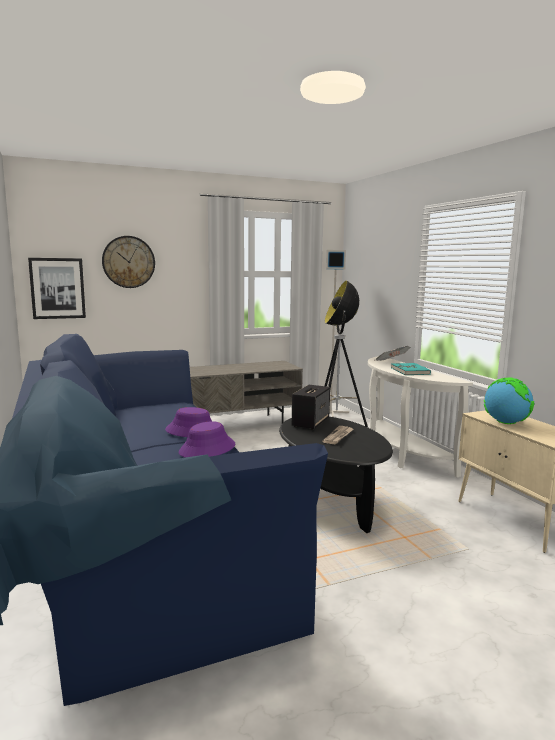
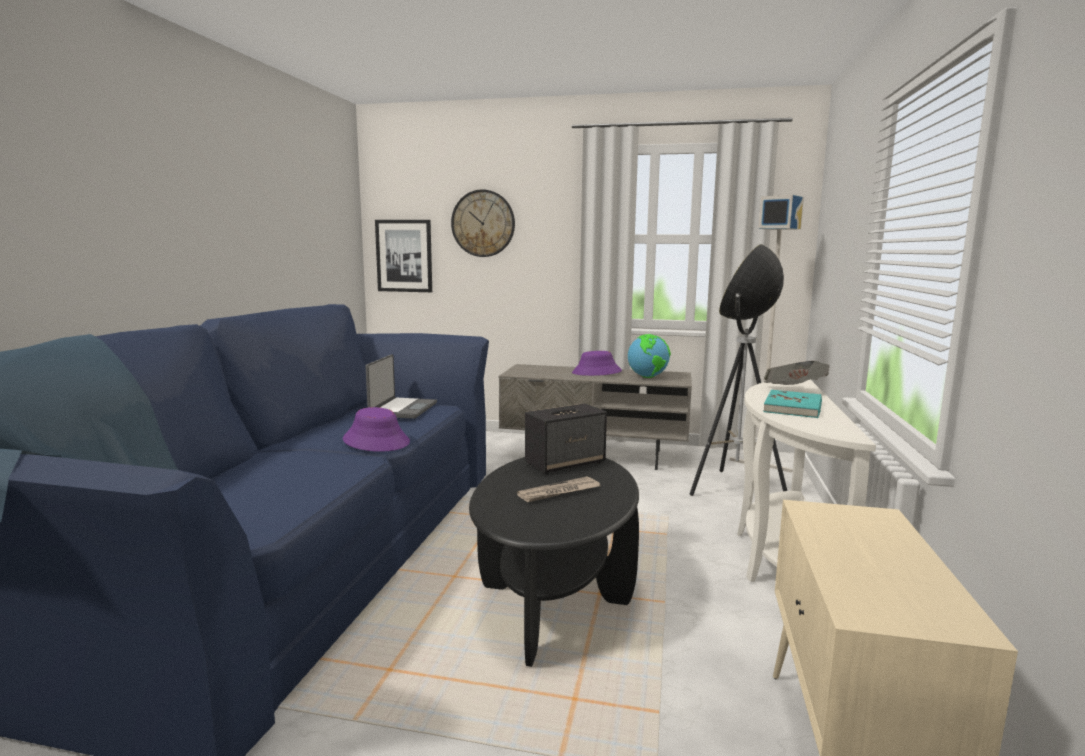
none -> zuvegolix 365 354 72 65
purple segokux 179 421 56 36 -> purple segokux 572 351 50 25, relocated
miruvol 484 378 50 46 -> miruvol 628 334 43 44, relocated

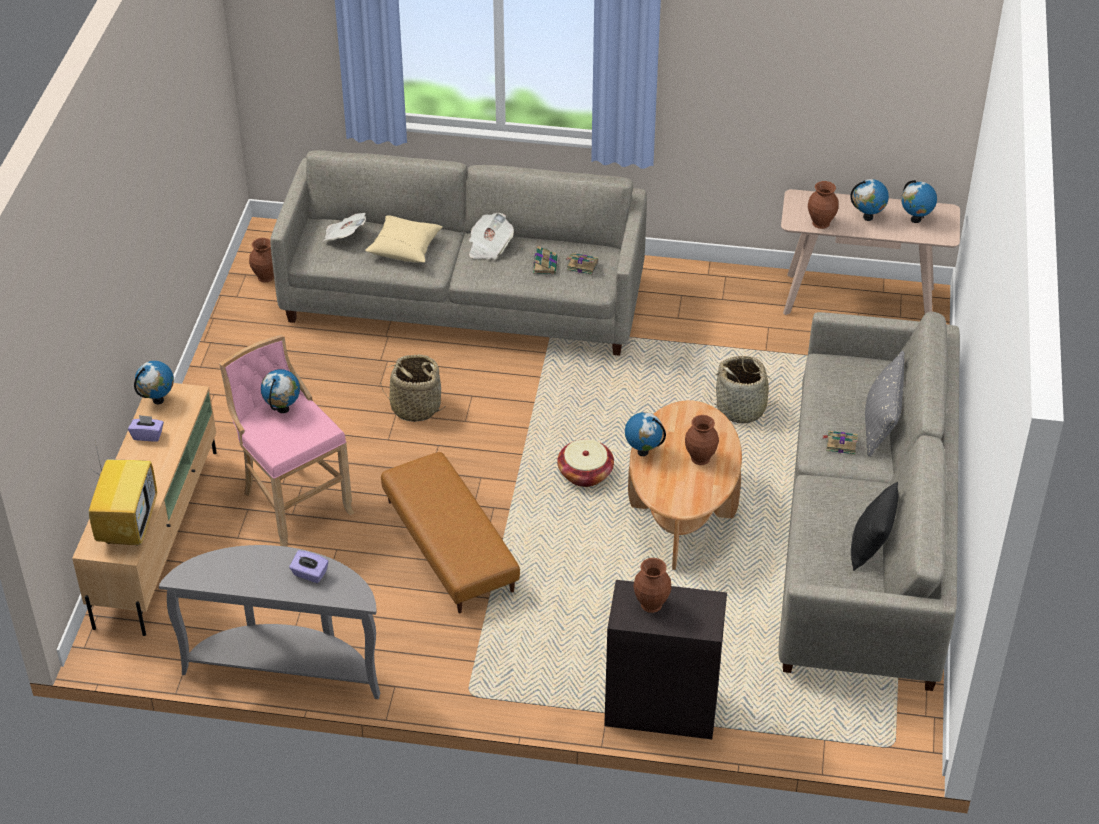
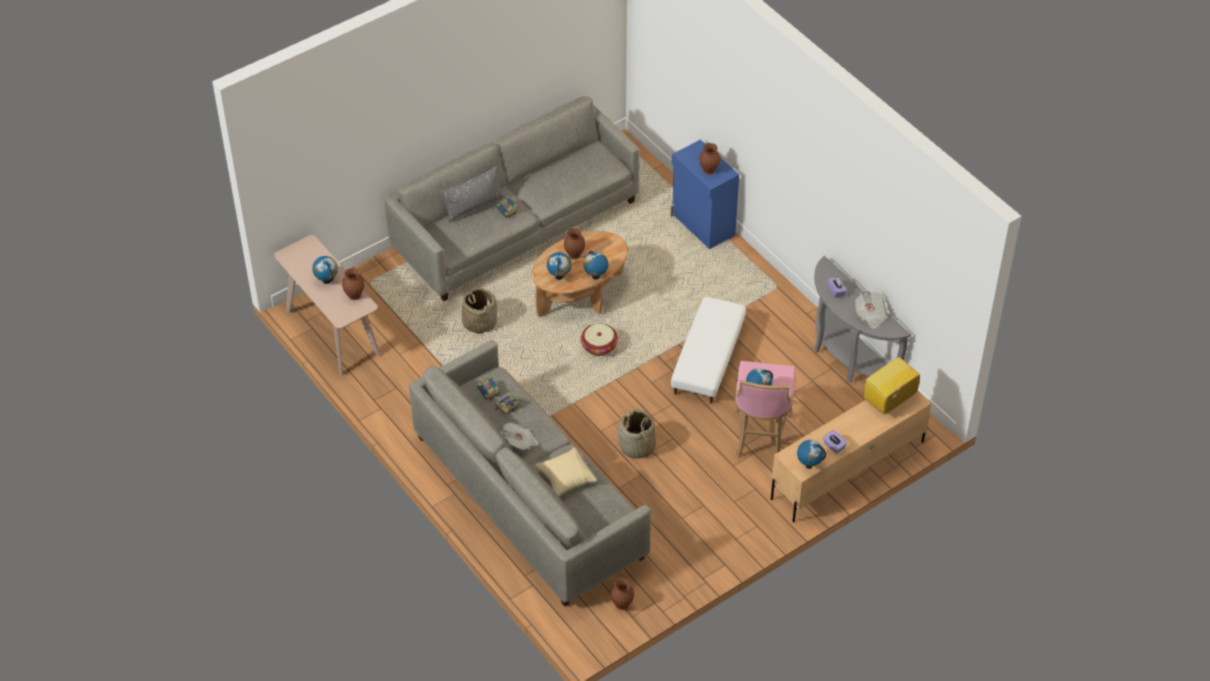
miruvol 901 180 36 43 -> miruvol 547 252 24 28, relocated
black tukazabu 604 580 123 159 -> blue tukazabu 671 139 68 110
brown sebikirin 381 452 139 161 -> white sebikirin 671 297 75 106
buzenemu 323 213 43 28 -> buzenemu 855 290 33 39, relocated
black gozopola 851 481 48 90 -> none

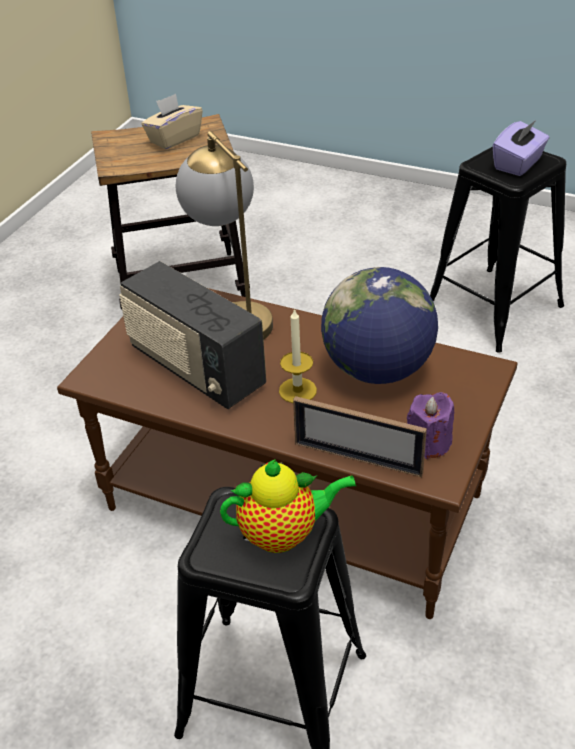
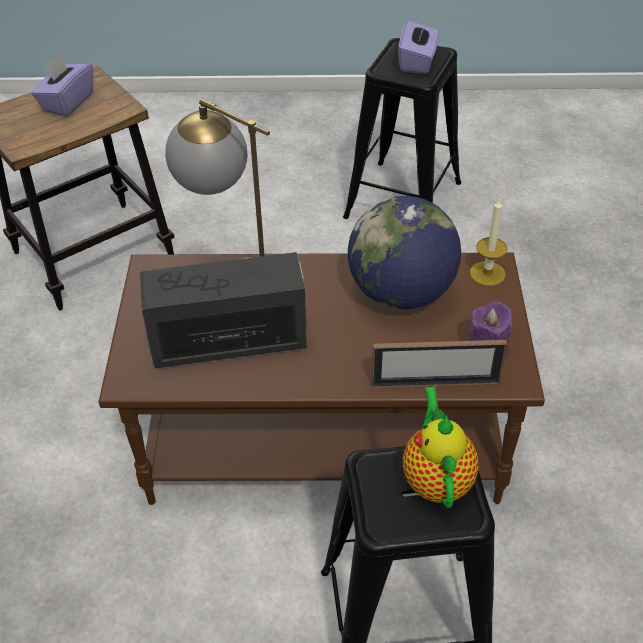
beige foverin 141 94 62 56 -> purple foverin 32 54 61 62
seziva 119 261 147 148 -> seziva 140 252 167 116, 150 degrees clockwise
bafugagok 220 459 136 94 -> bafugagok 403 386 76 122, 60 degrees counterclockwise
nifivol 279 308 38 95 -> nifivol 470 198 37 88, relocated

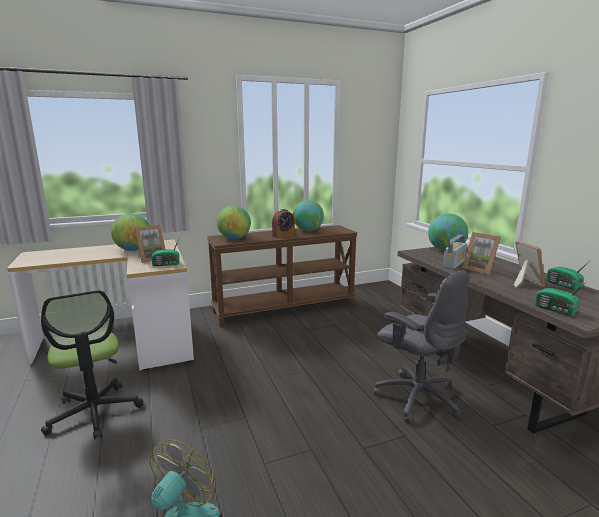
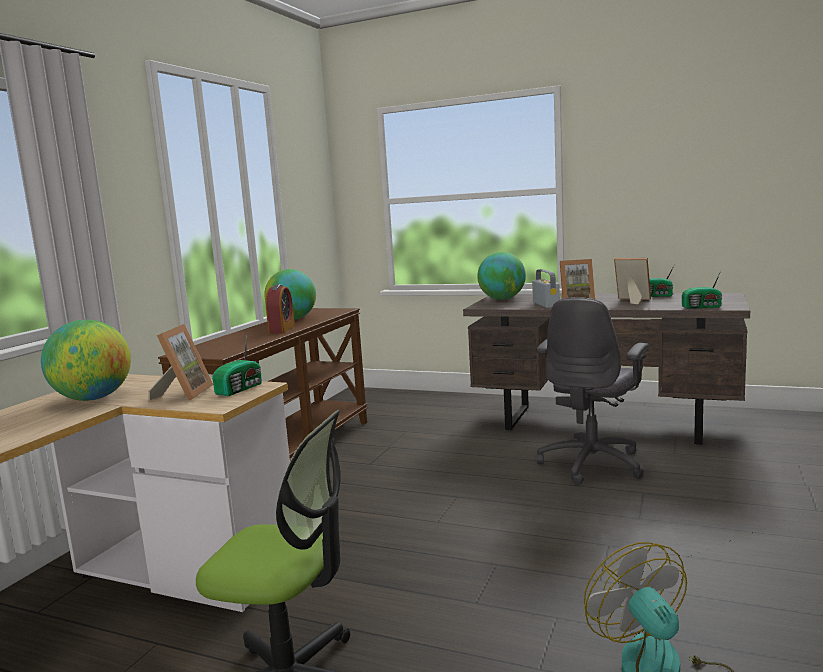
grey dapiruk 374 270 95 154 -> grey dapiruk 536 297 114 188, 120 degrees clockwise
miruvol 217 205 34 34 -> none

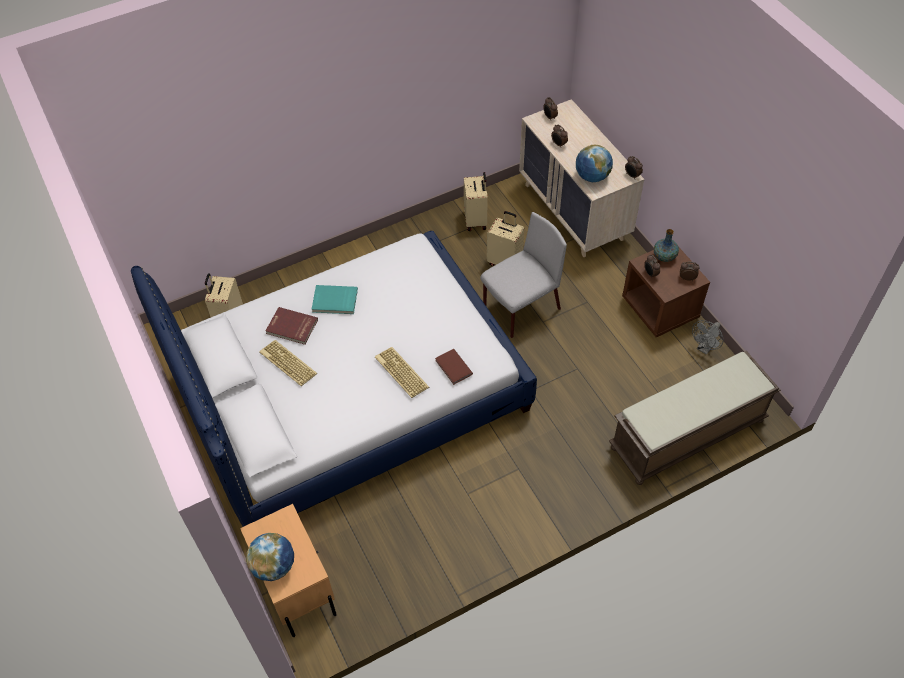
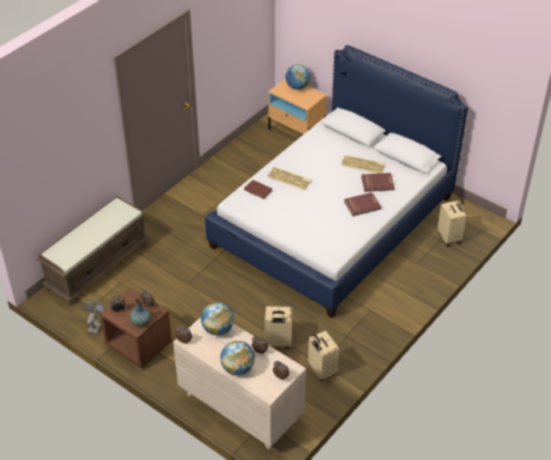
none -> miruvol 220 341 35 34
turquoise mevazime 311 285 47 29 -> red mevazime 344 192 37 24
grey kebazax 480 212 87 126 -> none

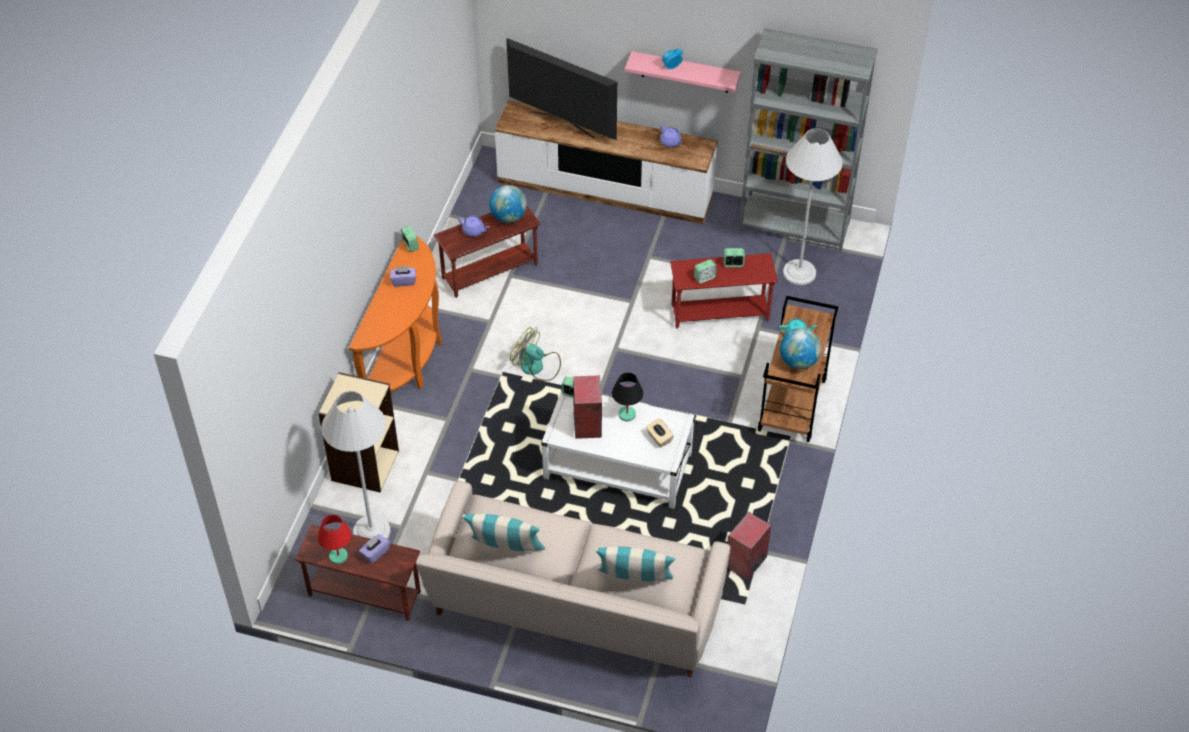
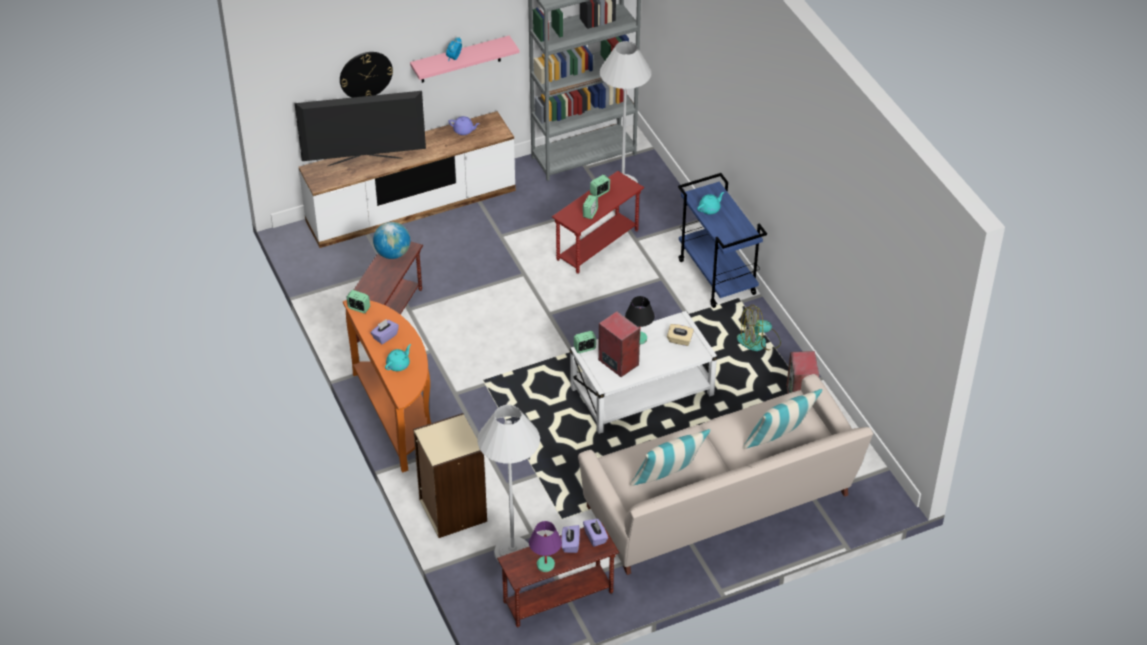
none -> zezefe 340 52 53 46
none -> turquoise bafugagok 385 344 26 27
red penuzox 318 515 33 49 -> purple penuzox 529 521 33 51
none -> purple foverin 583 519 25 28
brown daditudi 758 296 80 146 -> blue daditudi 678 173 89 135
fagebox 510 327 51 54 -> fagebox 737 305 44 46, relocated
purple bafugagok 458 216 31 21 -> none
miruvol 780 328 41 41 -> none

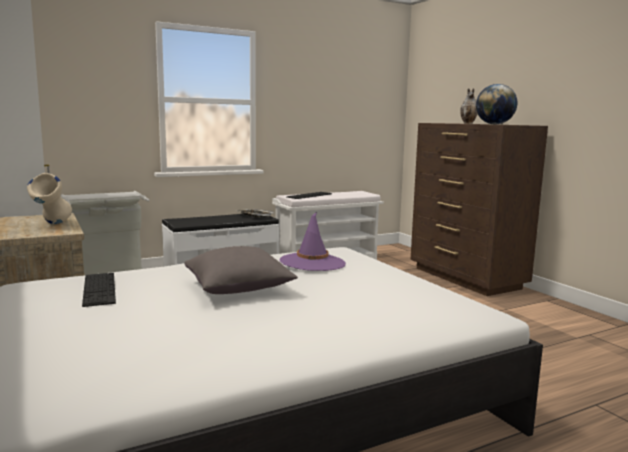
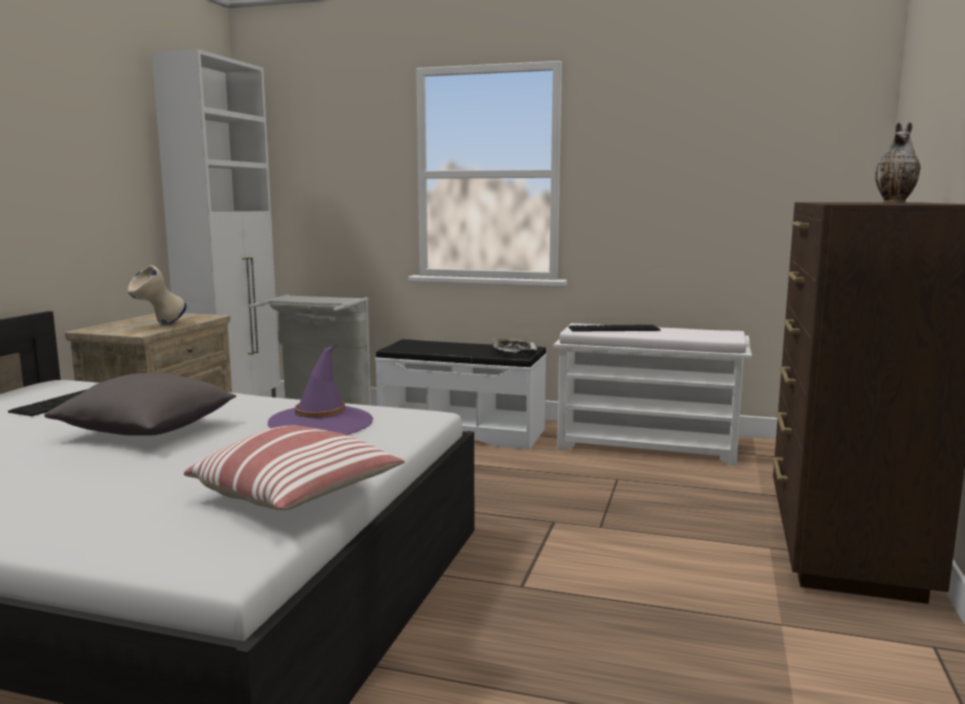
none -> gozopola 184 426 221 84
miruvol 476 84 42 41 -> none

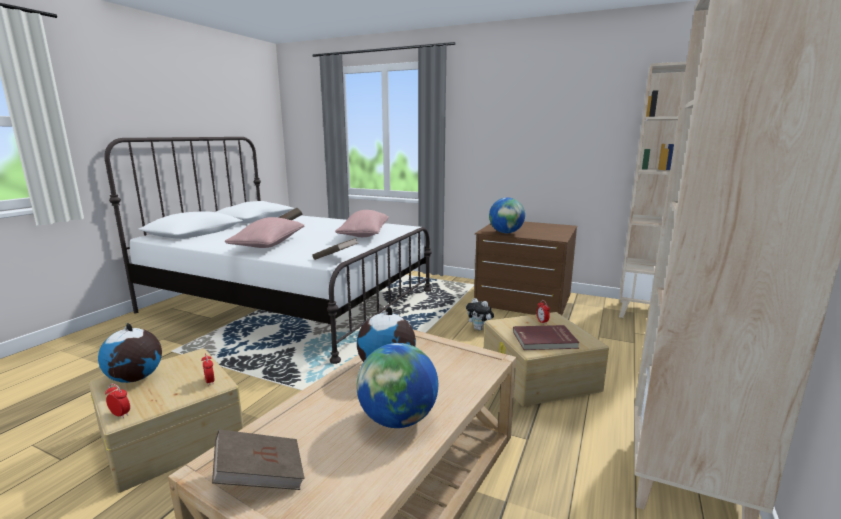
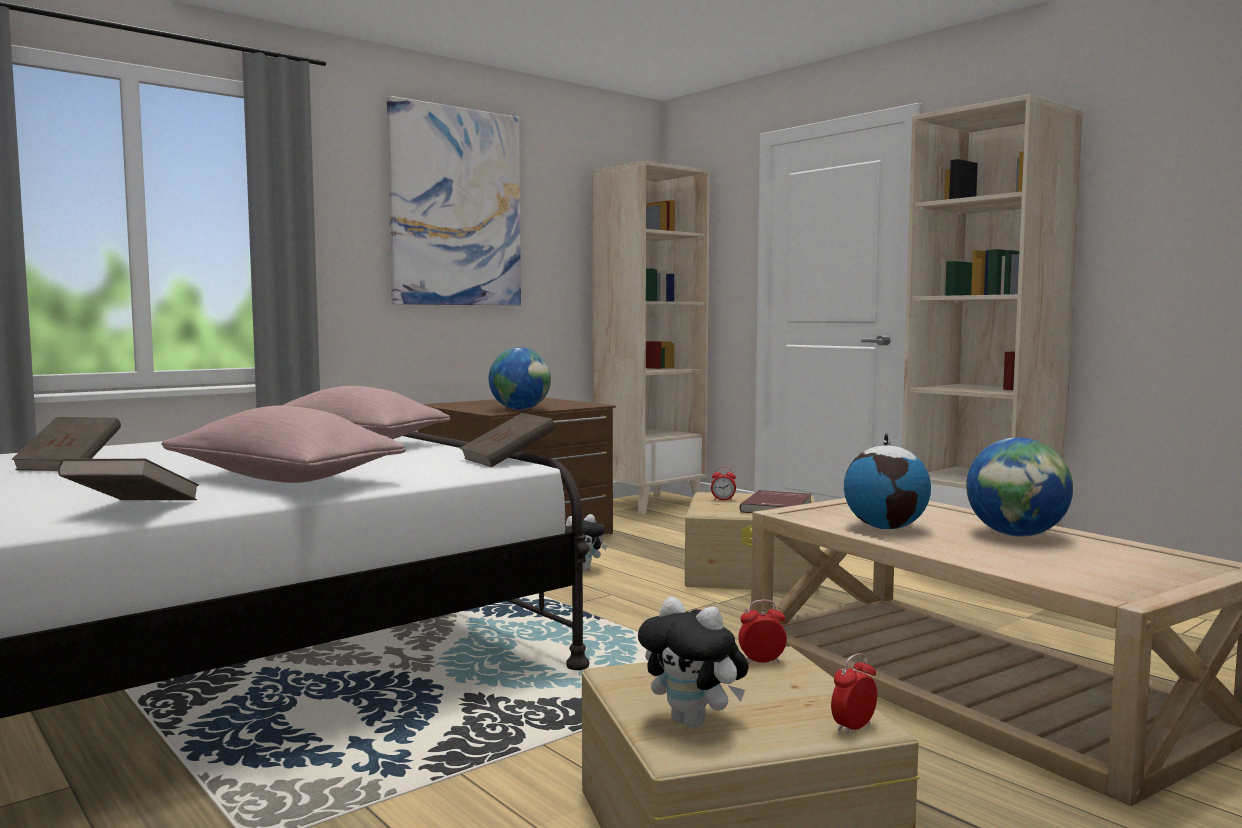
brown mevazime 212 429 93 61 -> brown mevazime 58 459 141 41, relocated
none -> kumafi 387 96 134 209
miruvol 98 323 64 60 -> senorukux 638 597 111 131

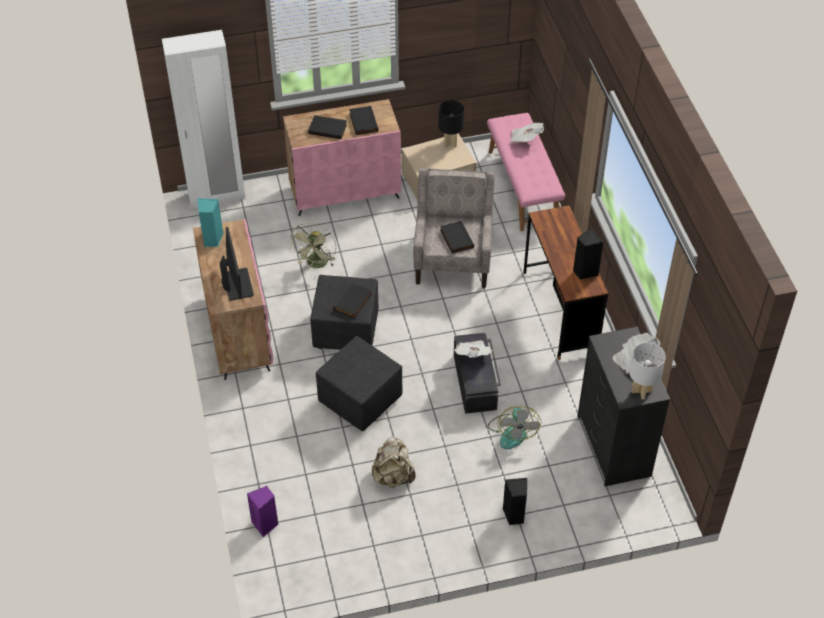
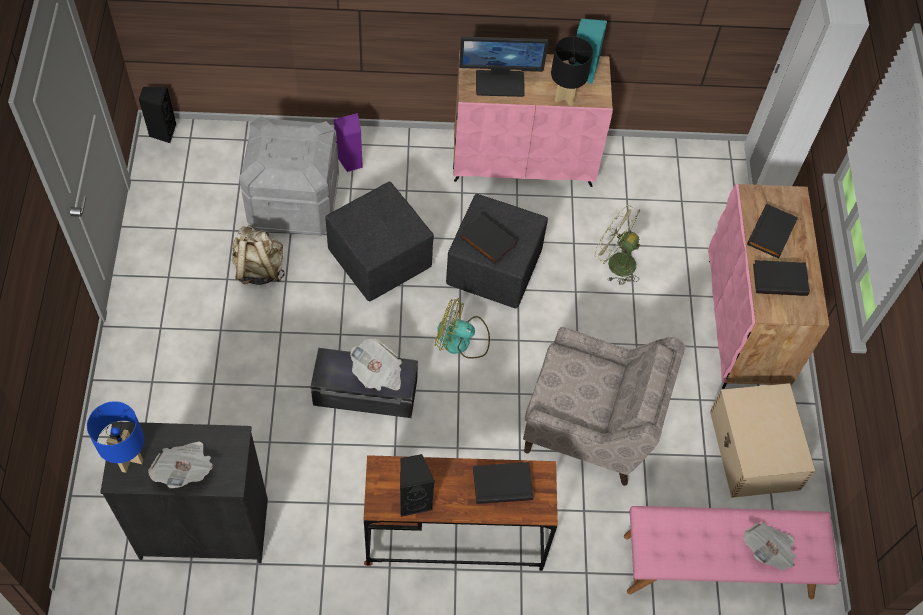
white penuzox 629 342 37 58 -> blue penuzox 87 401 57 72
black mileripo 502 478 25 47 -> black mileripo 139 86 37 57, relocated
none -> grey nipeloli 239 116 100 120
purple mileripo 247 486 32 51 -> purple mileripo 333 113 30 59, relocated
fagebox 488 405 53 44 -> fagebox 435 298 55 61, relocated
black mevazime 440 221 34 33 -> black mevazime 473 462 61 42, relocated
black penuzox 438 100 26 48 -> black penuzox 551 36 42 70, relocated

